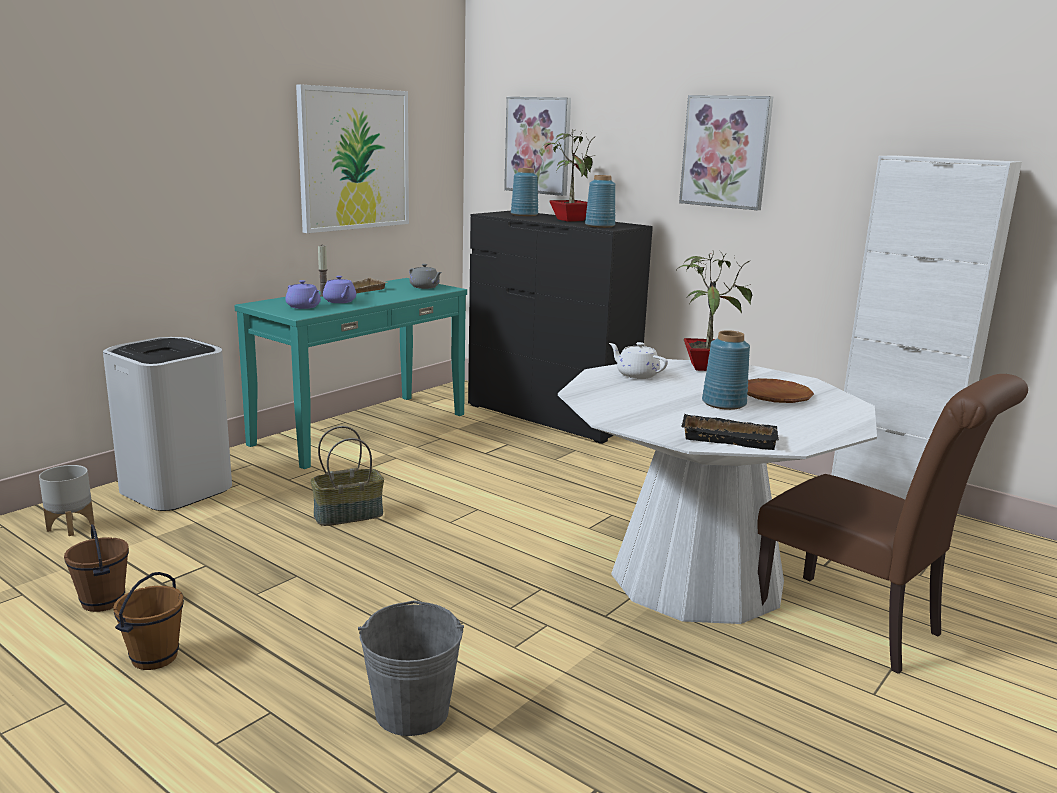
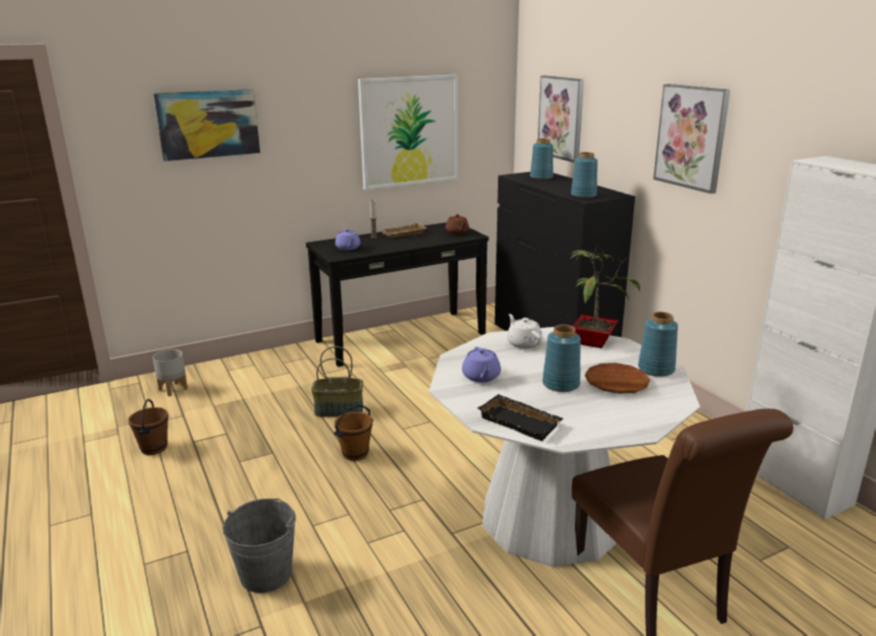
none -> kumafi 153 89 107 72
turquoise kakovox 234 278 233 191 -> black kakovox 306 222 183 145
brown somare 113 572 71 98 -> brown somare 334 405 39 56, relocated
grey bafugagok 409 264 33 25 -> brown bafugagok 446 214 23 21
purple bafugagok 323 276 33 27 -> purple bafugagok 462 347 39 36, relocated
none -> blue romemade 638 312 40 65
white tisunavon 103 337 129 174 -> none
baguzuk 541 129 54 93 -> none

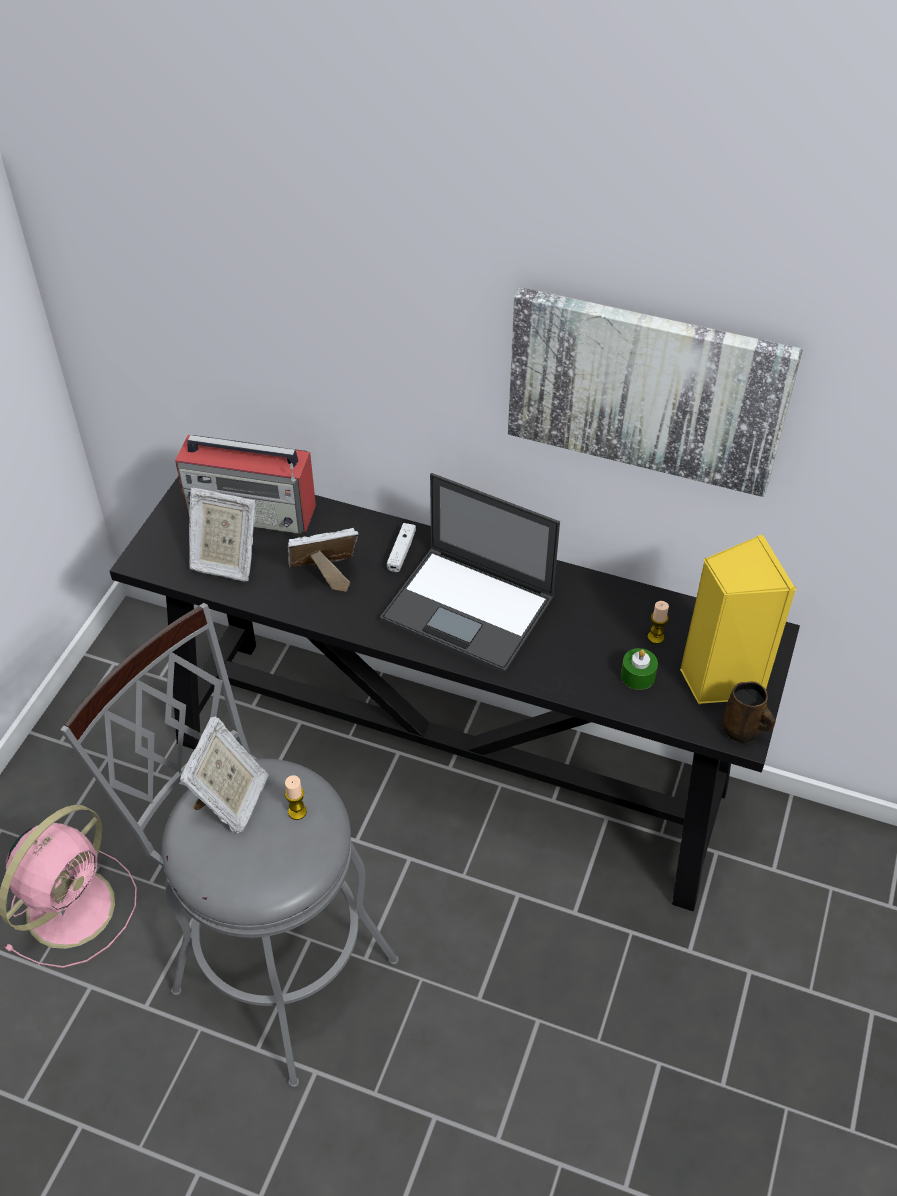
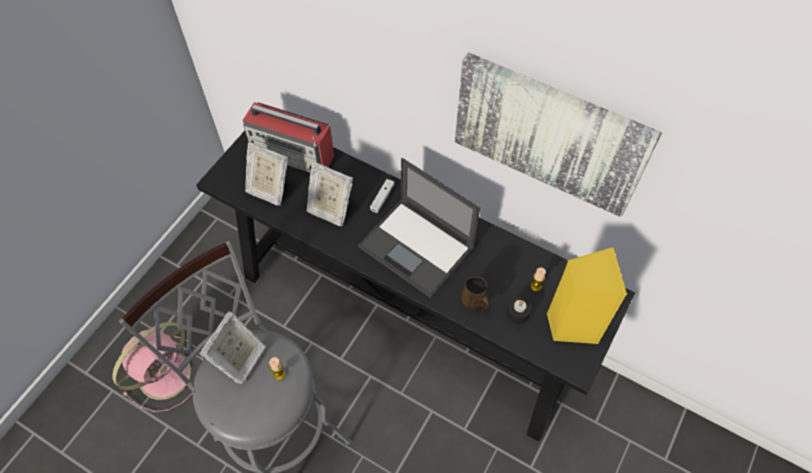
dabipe 288 528 70 64 -> dabipe 307 162 46 64, 150 degrees counterclockwise
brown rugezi 722 682 54 61 -> brown rugezi 461 276 30 36, relocated
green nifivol 621 648 37 42 -> black nifivol 506 296 26 28

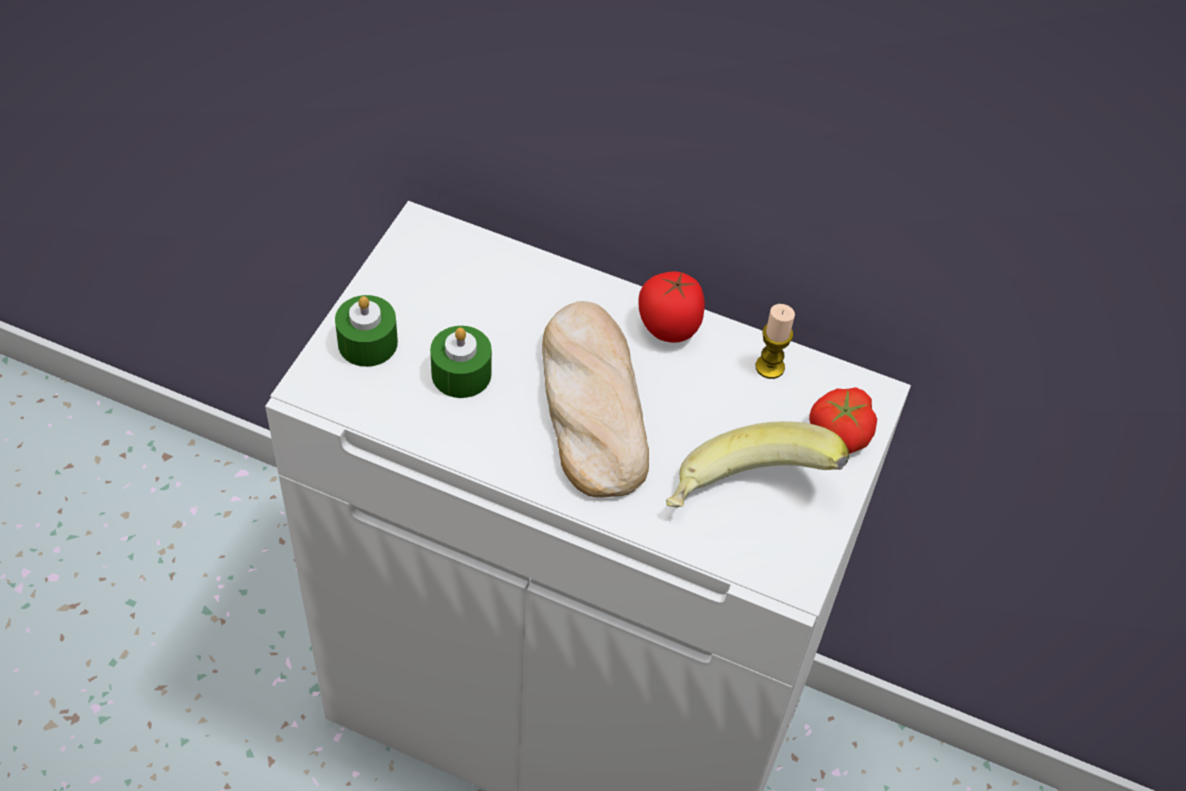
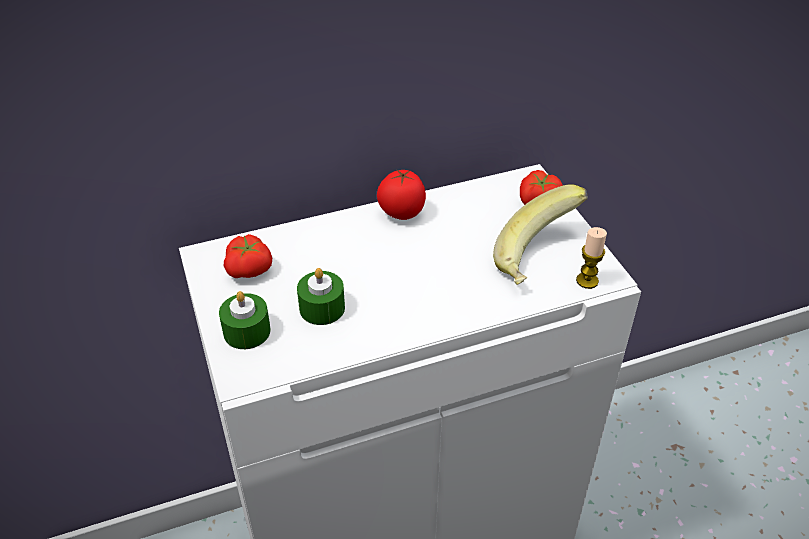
none -> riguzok 224 234 48 44
nifivol 755 304 40 75 -> nifivol 576 227 31 62, relocated
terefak 542 301 107 197 -> none

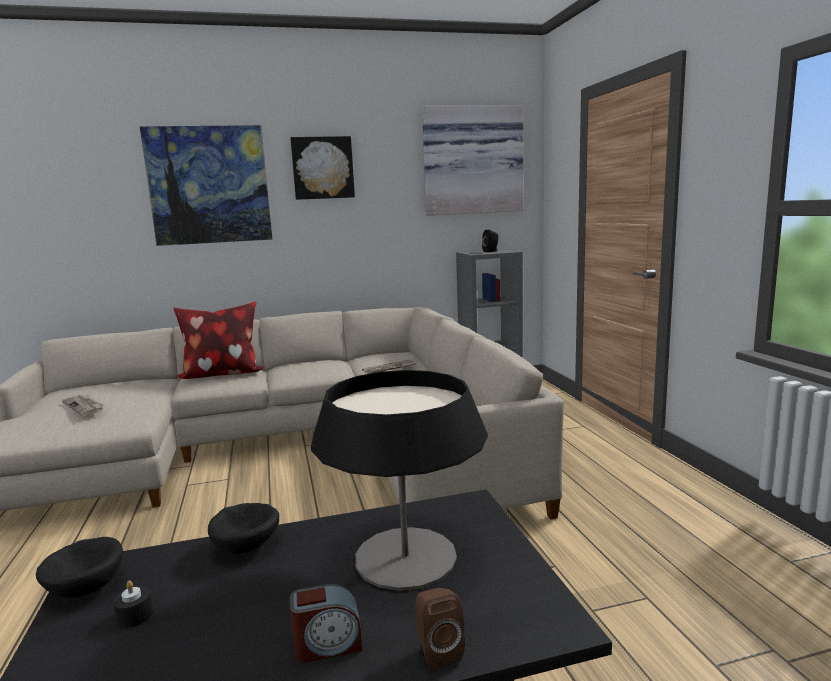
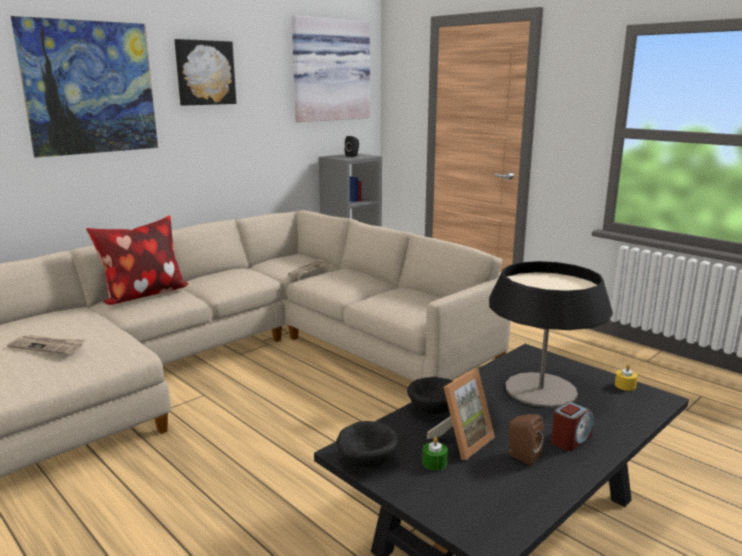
black nifivol 113 581 40 47 -> green nifivol 422 437 26 34
none -> dabipe 427 369 68 91
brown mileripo 415 588 50 82 -> brown mileripo 506 414 38 51, relocated
none -> yellow nifivol 615 364 23 27

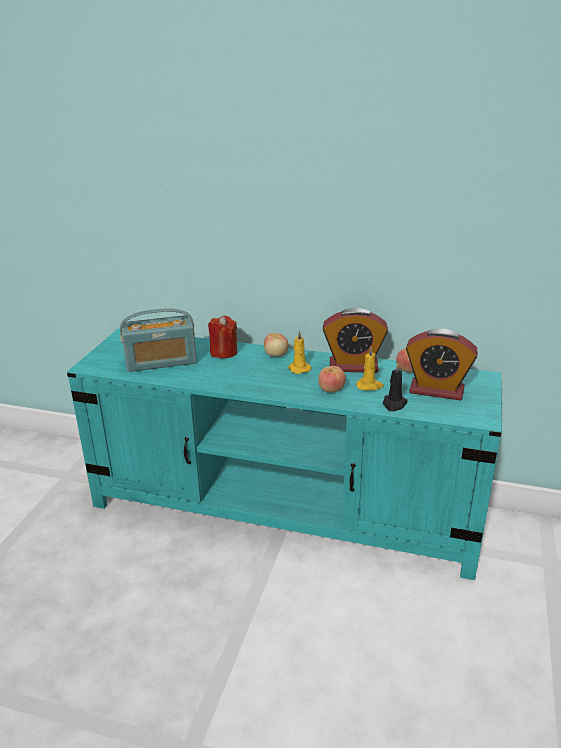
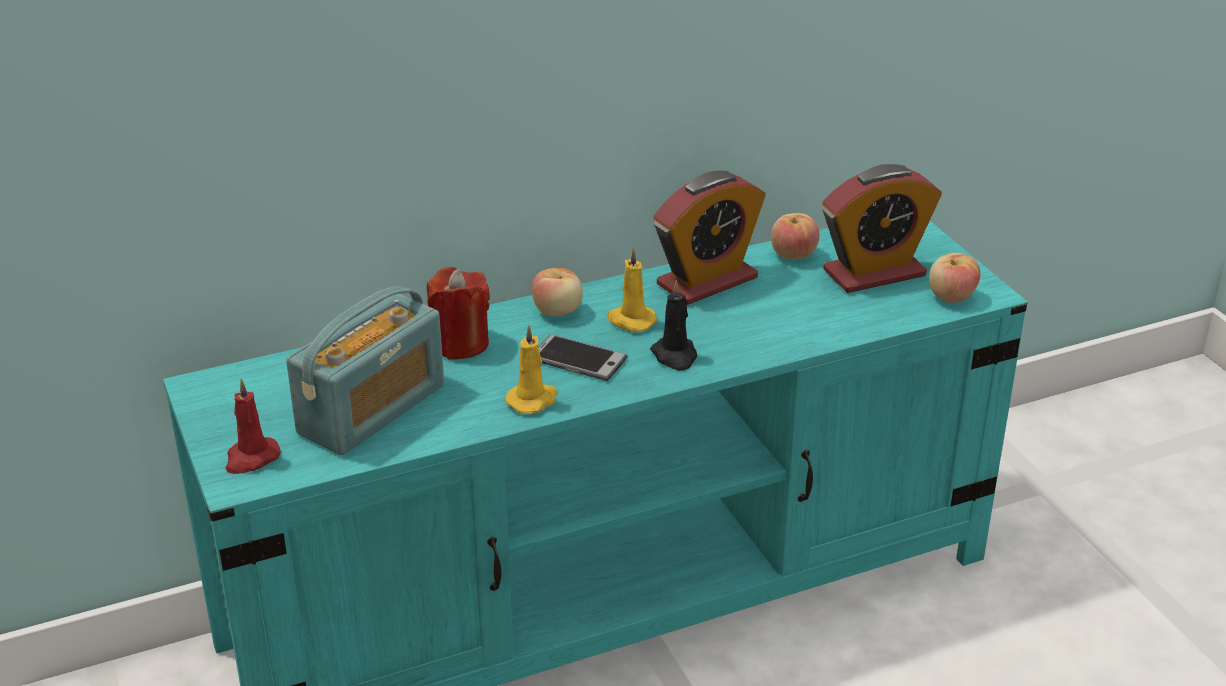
none -> red nifivol 225 379 55 95
yellow nifivol 356 347 28 43 -> yellow nifivol 506 325 51 89, relocated
none -> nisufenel 539 334 89 47
black nifivol 383 363 25 49 -> black nifivol 650 280 47 91, relocated
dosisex 318 366 28 27 -> dosisex 929 253 52 50, relocated

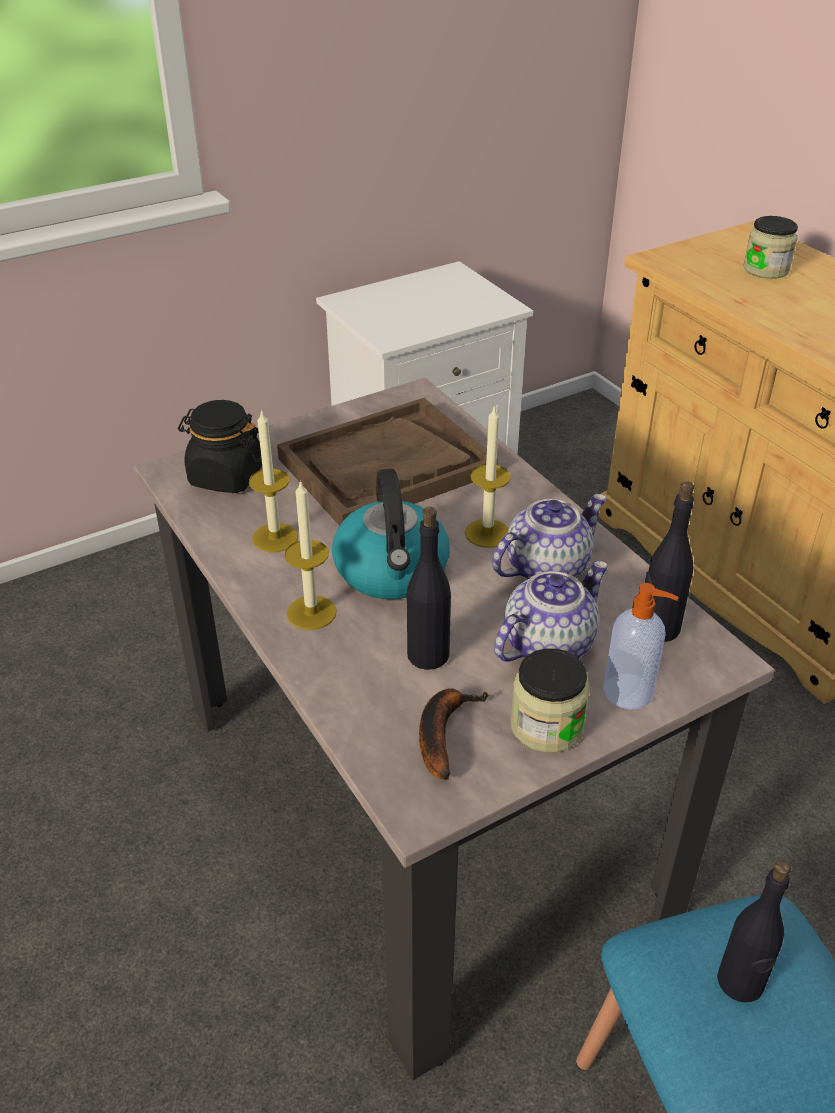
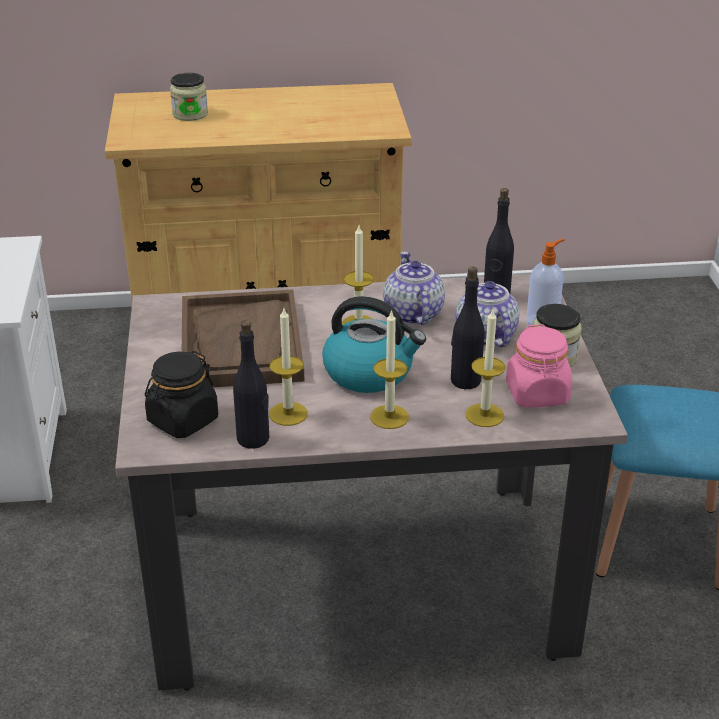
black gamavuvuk 717 860 74 142 -> black gamavuvuk 233 320 36 129, relocated
none -> nifivol 466 308 39 119
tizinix 419 689 71 91 -> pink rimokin 506 324 66 83

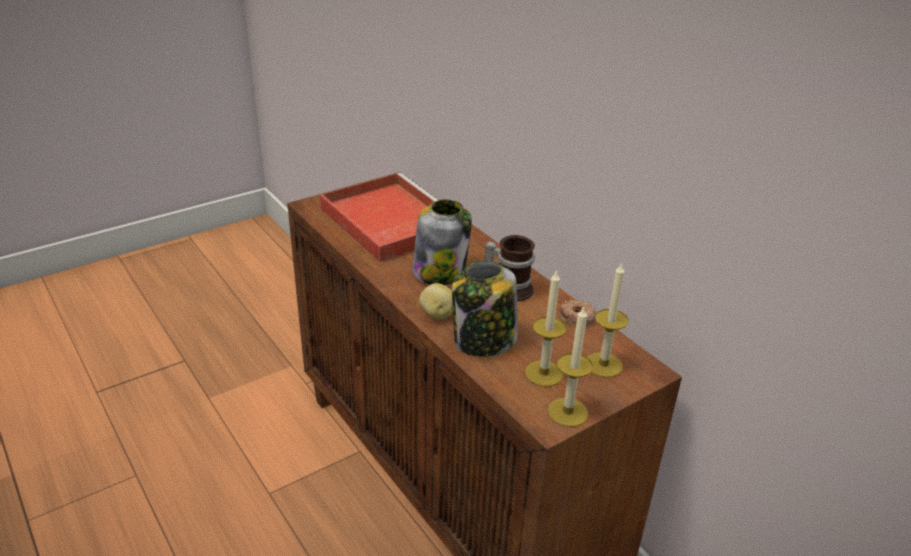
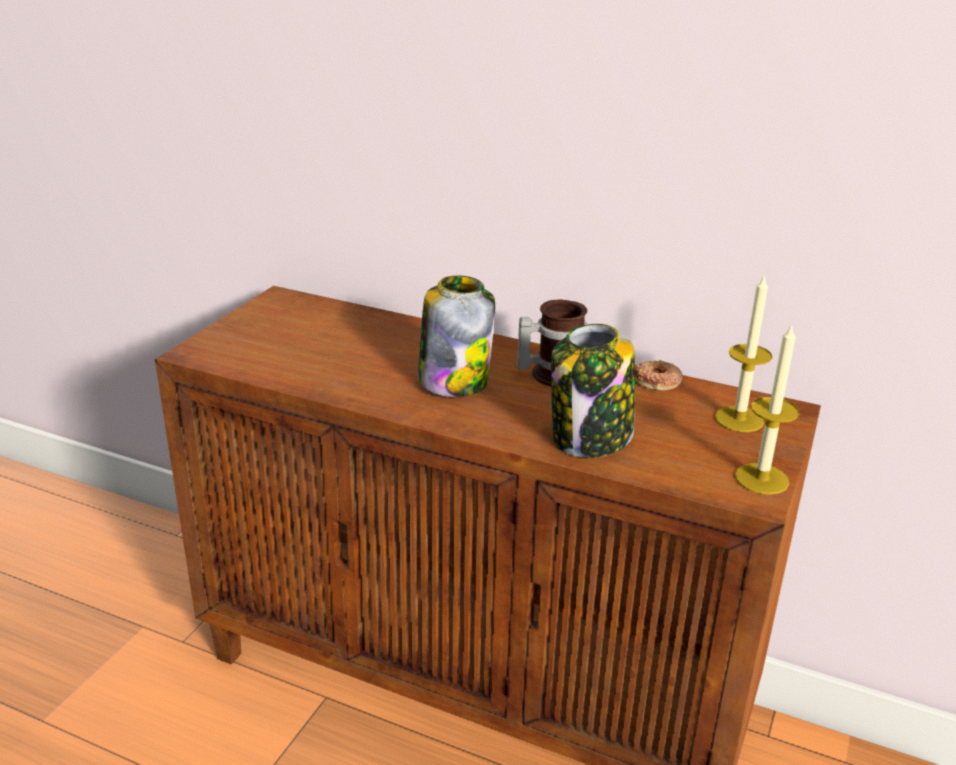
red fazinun 320 173 118 89 -> none
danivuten 419 283 34 36 -> none
nifivol 525 269 42 118 -> none

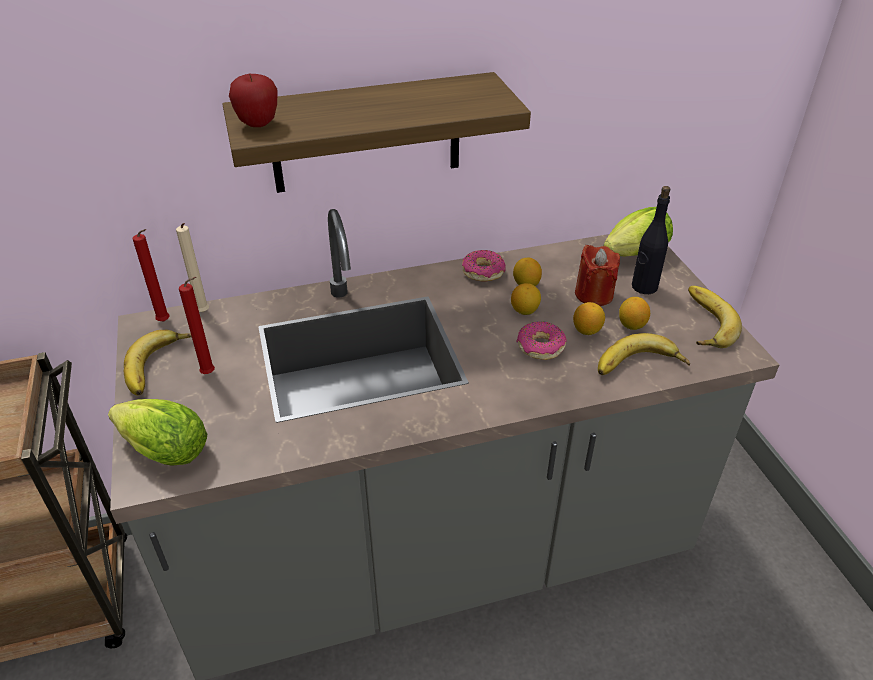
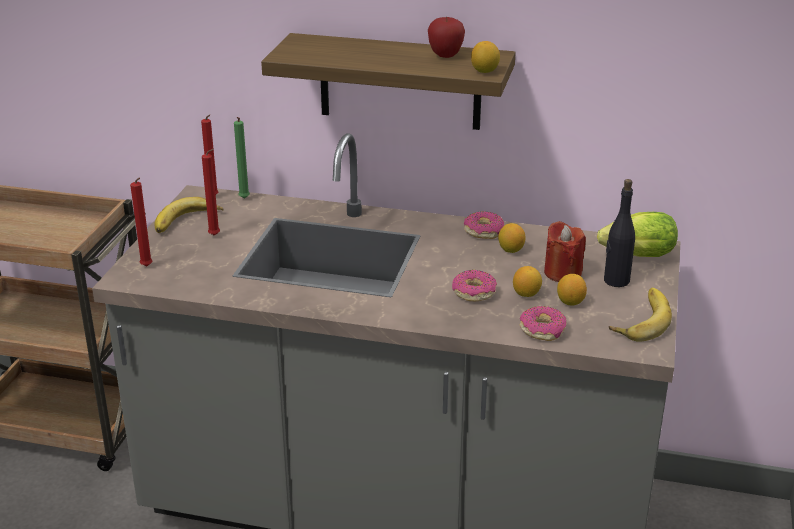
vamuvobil 108 399 99 67 -> red nifivol 130 178 23 88
beige nifivol 176 223 33 89 -> green nifivol 234 117 16 82
dosisex 229 74 49 53 -> dosisex 428 17 37 41, relocated
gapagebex 511 283 30 32 -> gapagebex 471 41 29 32, relocated
tizinix 598 333 92 42 -> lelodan 520 306 46 35

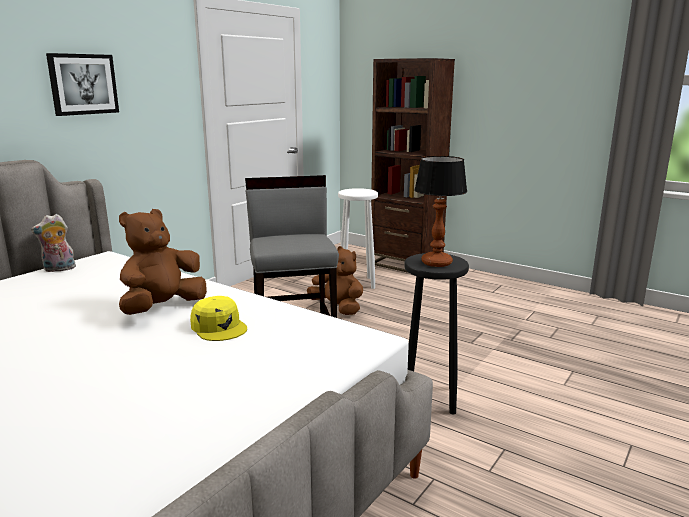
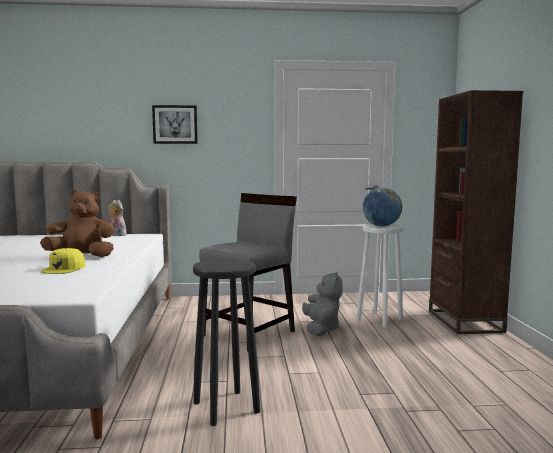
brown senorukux 307 246 56 69 -> grey senorukux 302 271 41 65
none -> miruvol 363 187 39 39
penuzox 414 156 53 111 -> none

